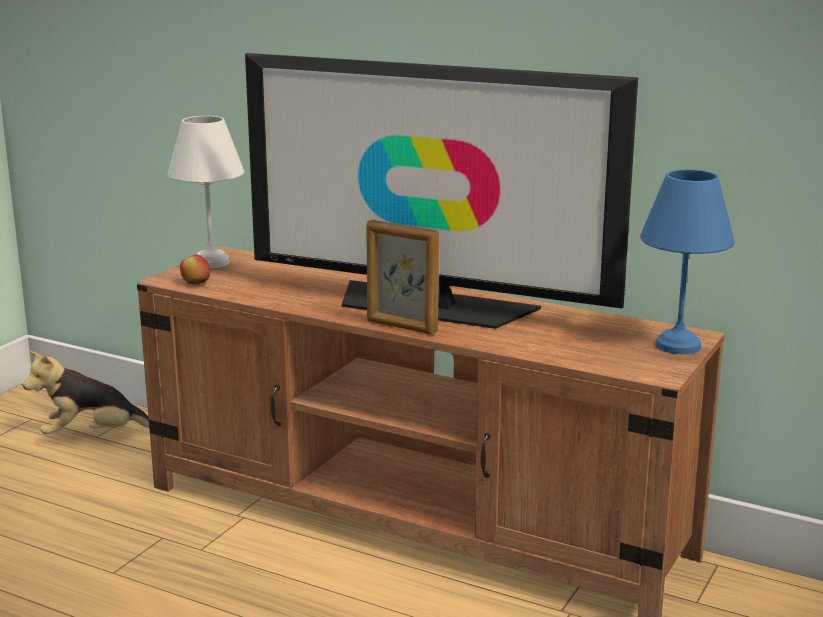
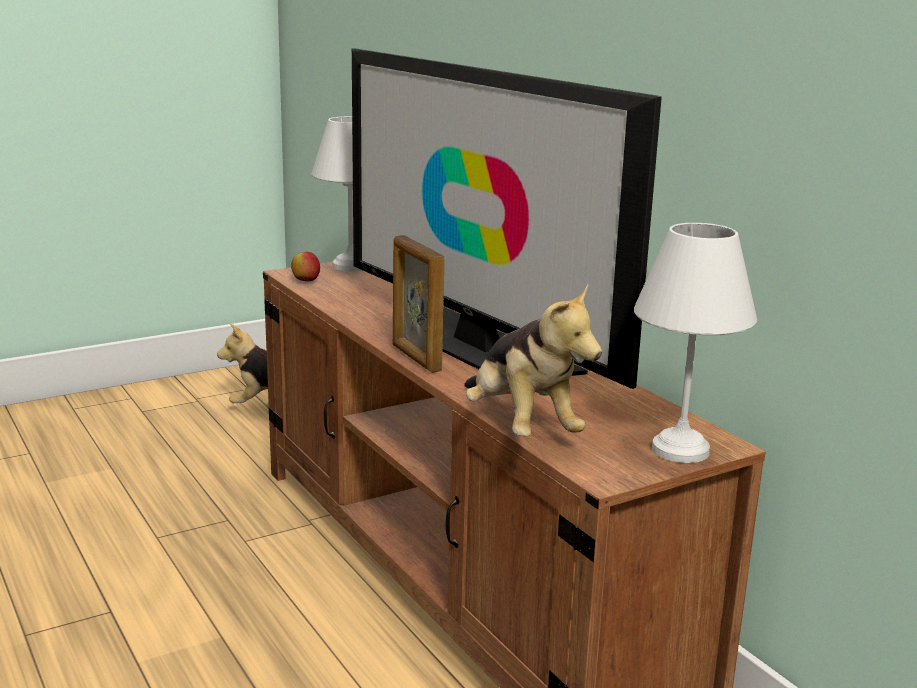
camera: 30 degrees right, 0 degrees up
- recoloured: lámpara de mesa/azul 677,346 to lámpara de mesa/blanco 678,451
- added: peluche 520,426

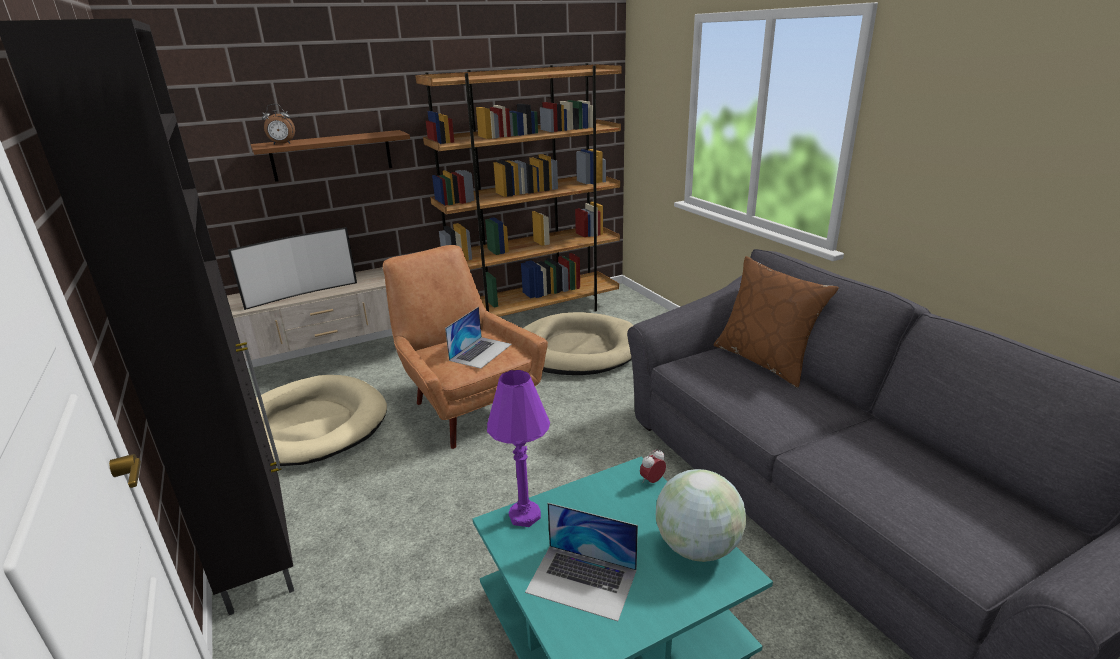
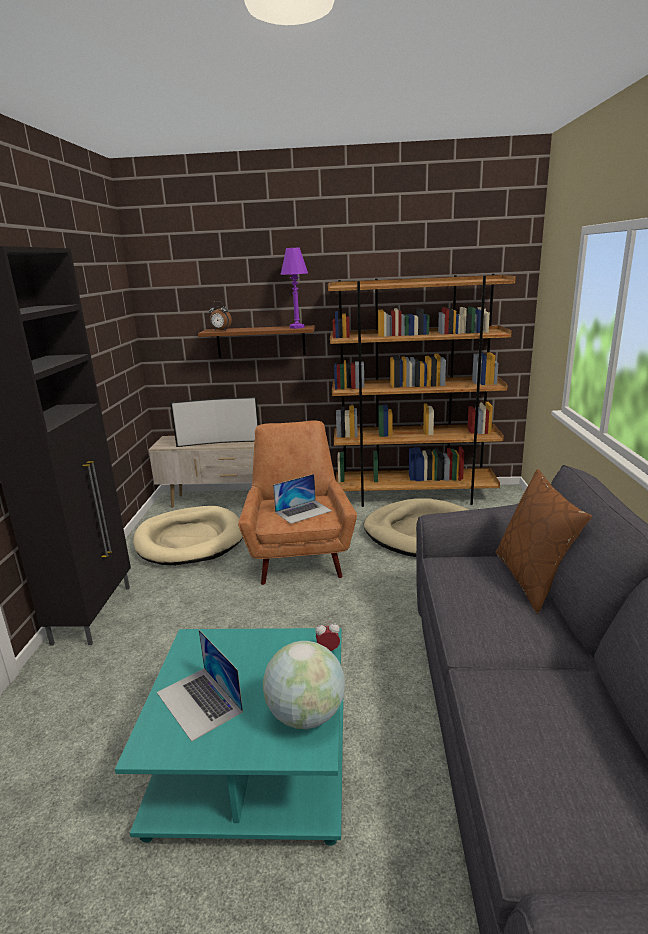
camera: 30 degrees right, 5 degrees down
- moved: lámpara de mesa/morado 524,516 to 297,327

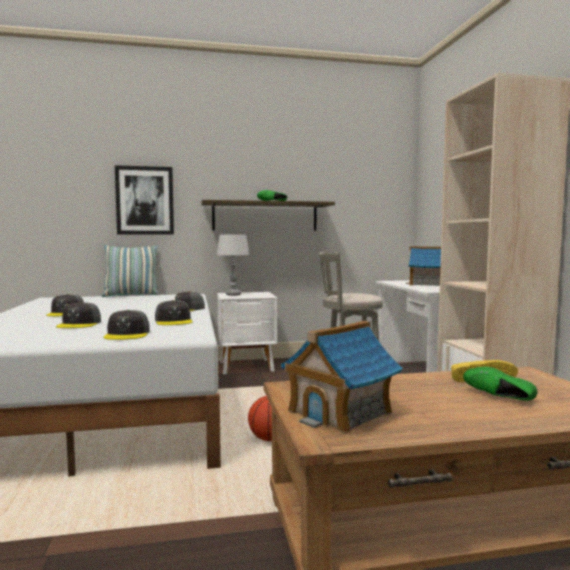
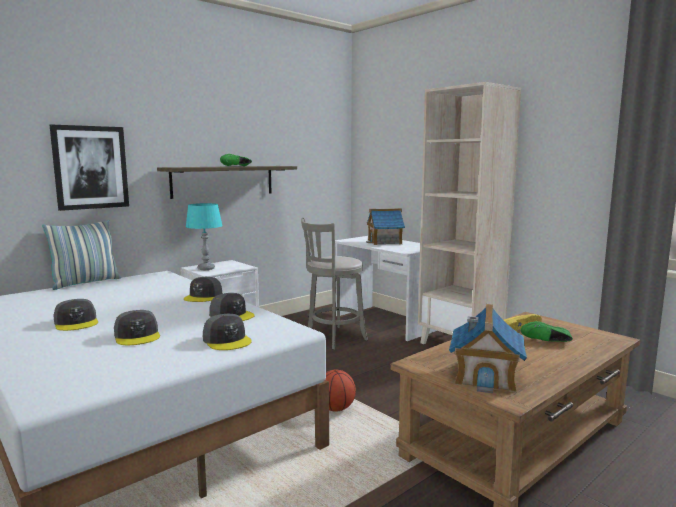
camera: 30 degrees left, 5 degrees up
- recoloured: lámpara de mesa/gris 233,294 to lámpara de mesa/turquesa 206,268

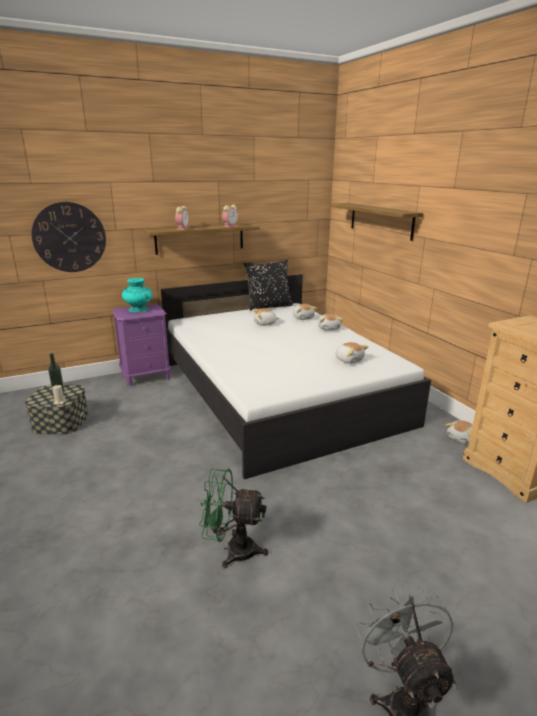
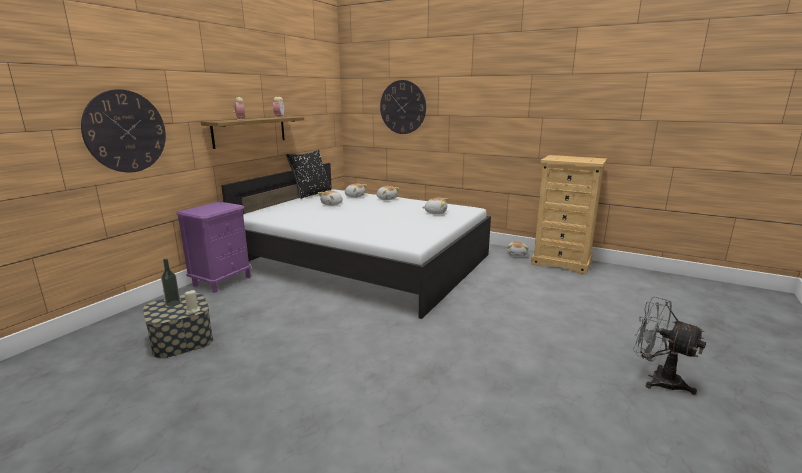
camera: 35 degrees left, 5 degrees down
- removed: florero/turquesa 138,309
- removed: ventilador/verde 232,550
- replaced: estante 381,220 to reloj de pared 403,107

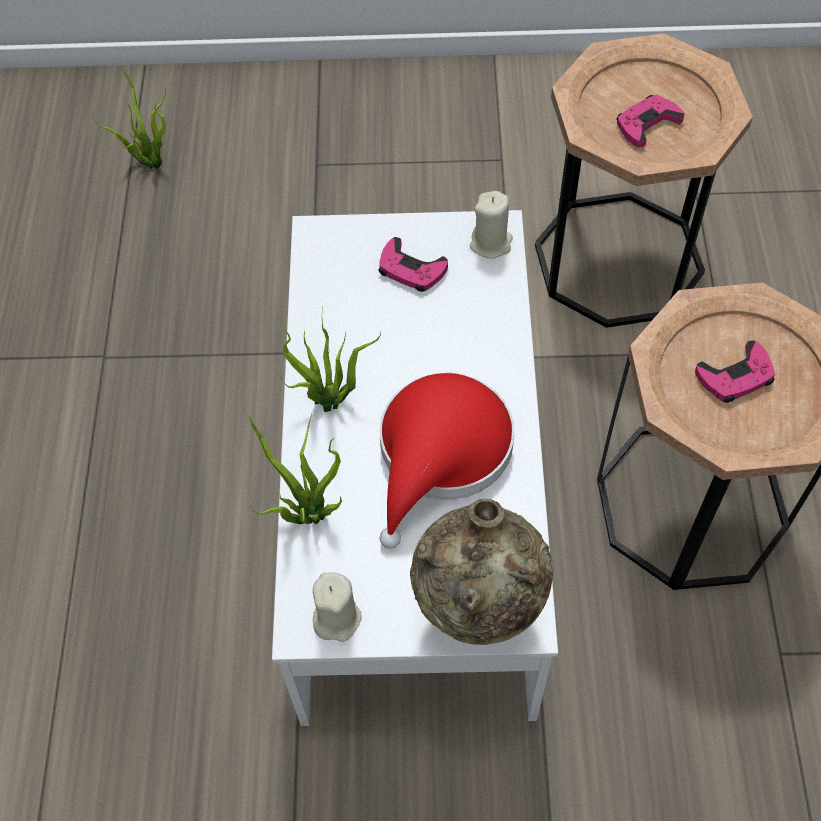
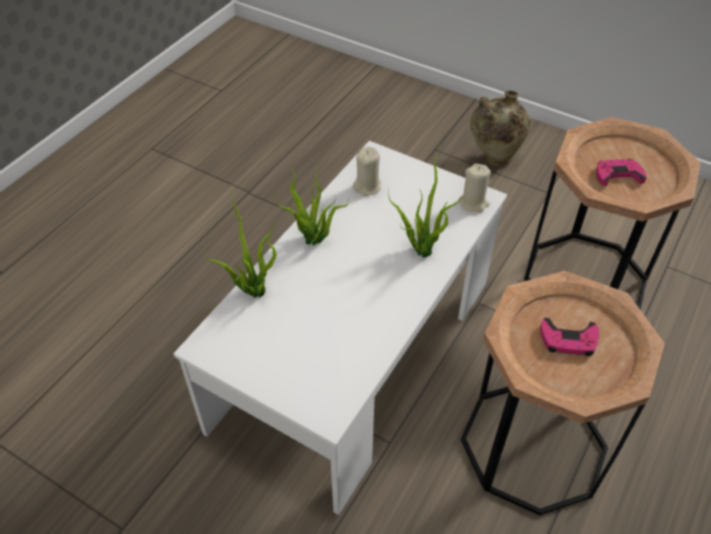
camera: 30 degrees right, 10 degrees down
- moved: planta en maceta 150,161 to 421,249
- moved: vela/beis 336,618 to 367,186
- removed: mando de consola/rosa 411,269
- removed: sombrero/rojo 441,454
- moved: florero/beis 479,613 to 494,159

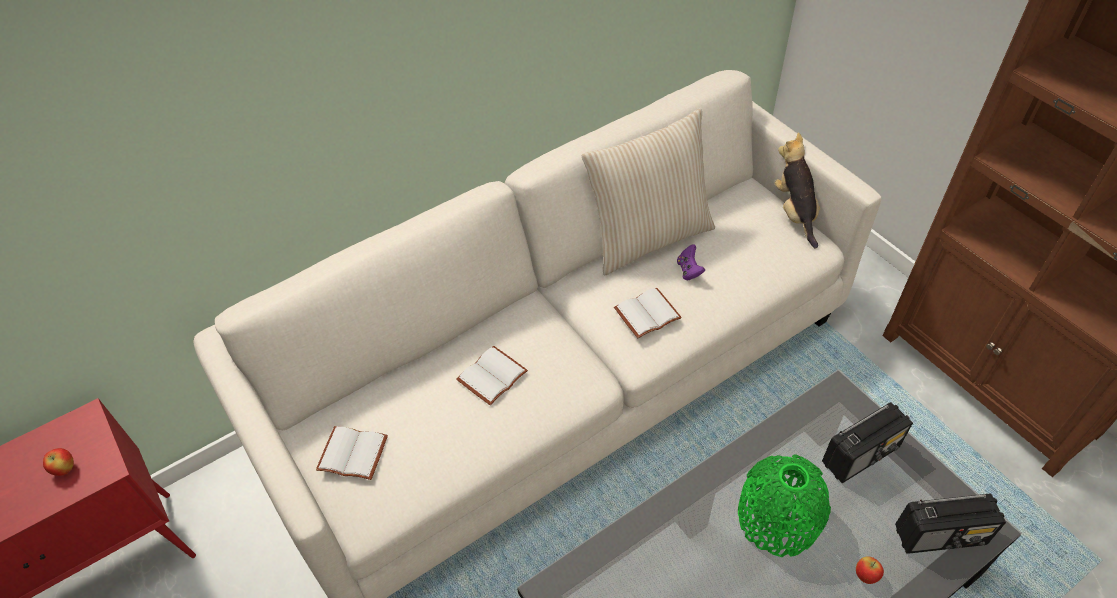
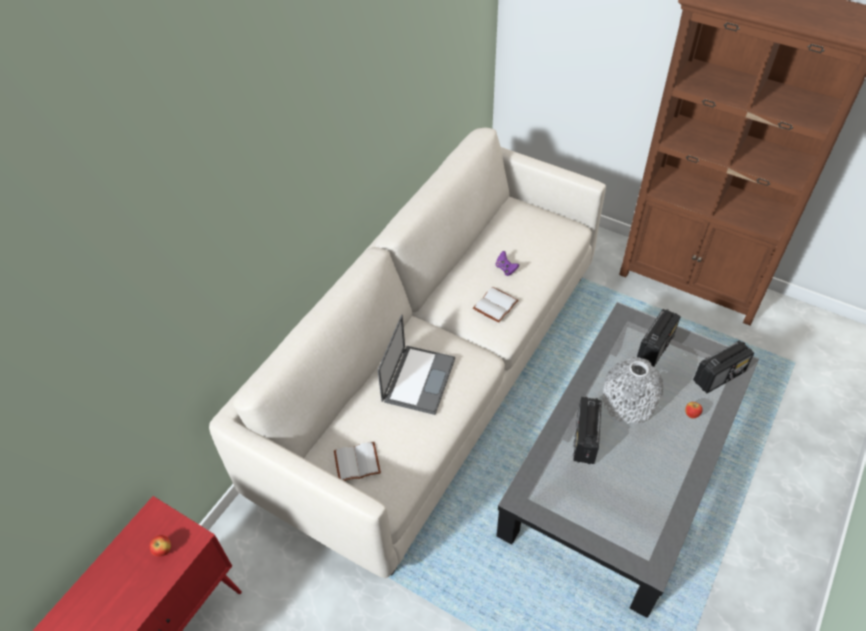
camera: 25 degrees left, 0 degrees up
- replaced: libro/blanco 491,374 to portátil 418,378
- removed: cojín/beis 648,237
- recoloured: florero/verde 778,519 to florero/gris 628,402
- removed: peluche 795,212
- added: radio 585,440

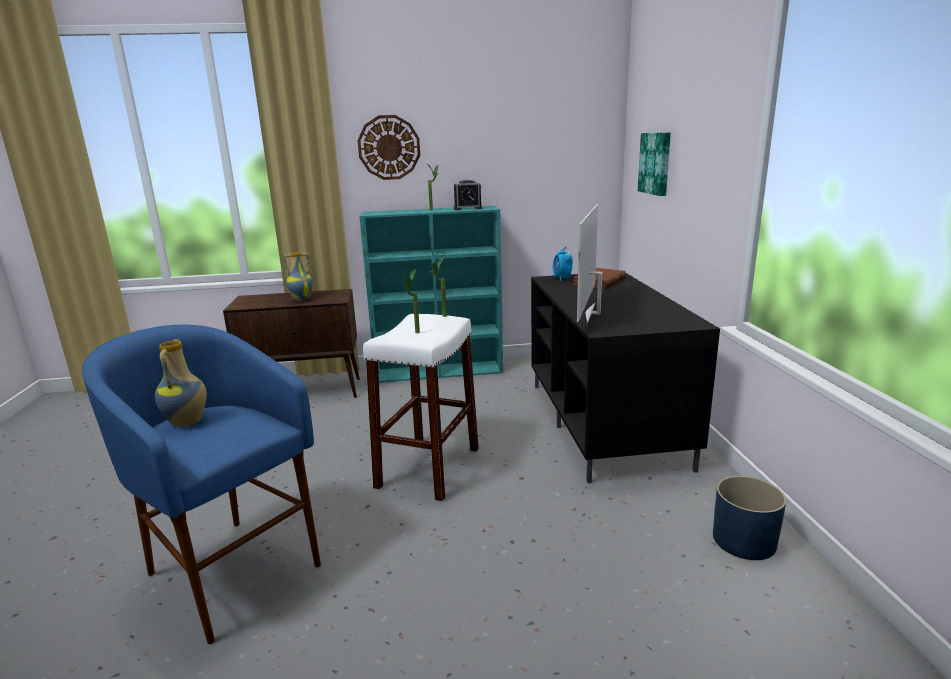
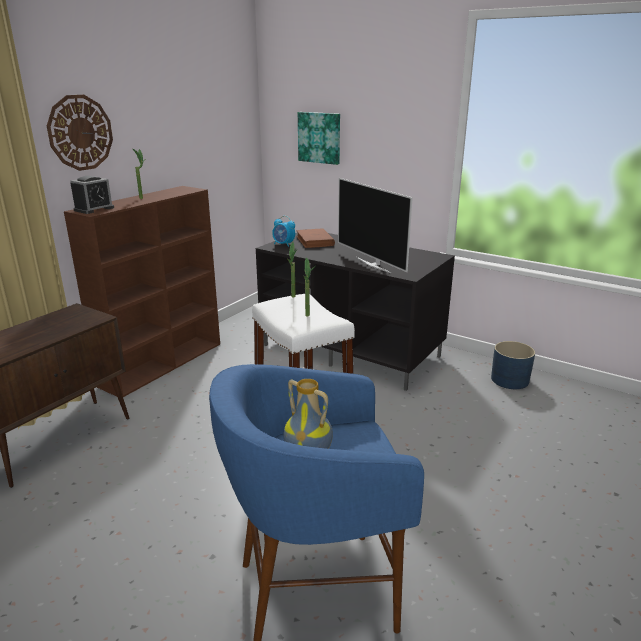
camera: 50 degrees left, 5 degrees up
- removed: florero 301,299
- recoloured: estantería/turquesa 440,371 to estantería/marrón 164,363
- moved: despertador 467,208 to 94,209

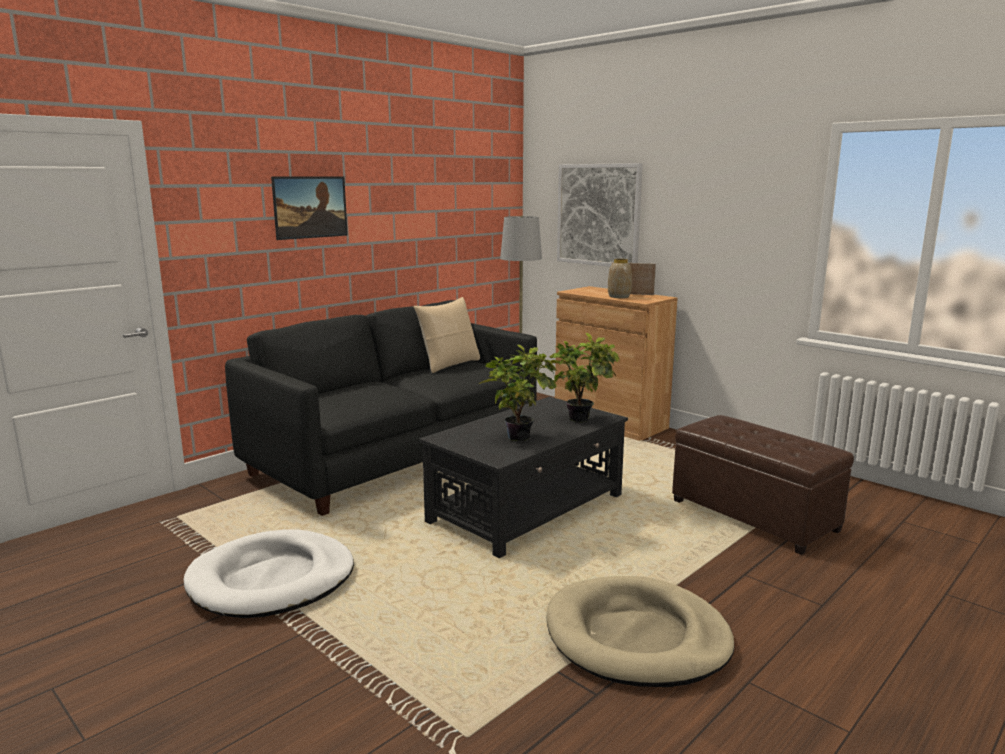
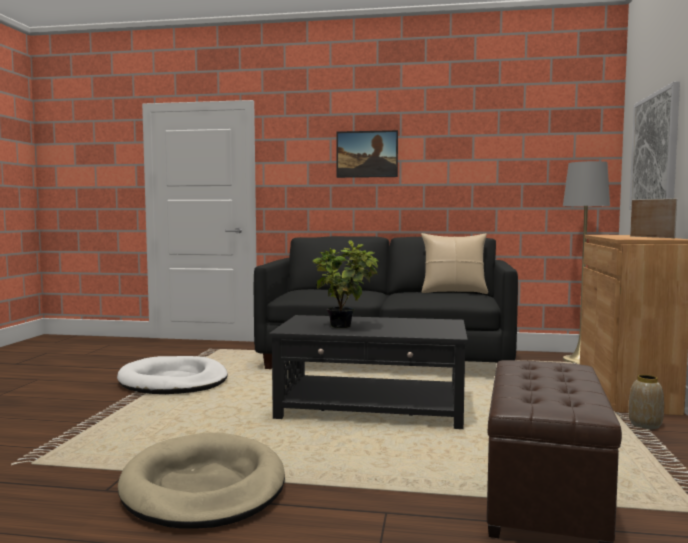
camera: 55 degrees right, 10 degrees down
- removed: planta en maceta 583,418
- moved: florero 618,296 to 644,425

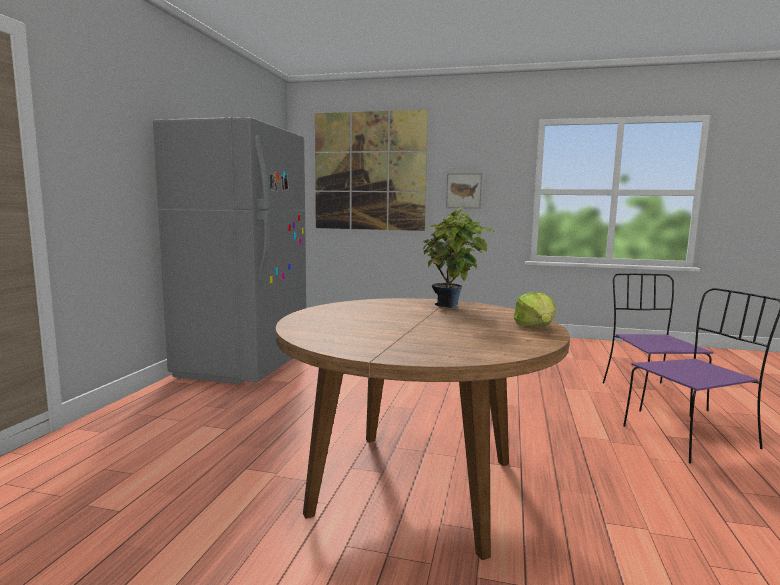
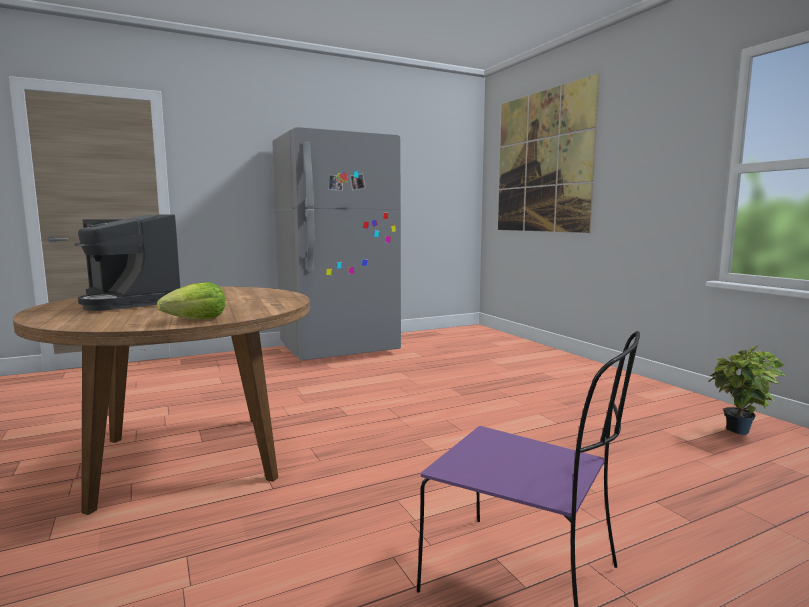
camera: 50 degrees right, 0 degrees up
- moved: planta en maceta 451,307 to 740,433
- removed: cuadro 463,190
- removed: silla/morado 649,395
- added: cafetera 131,302

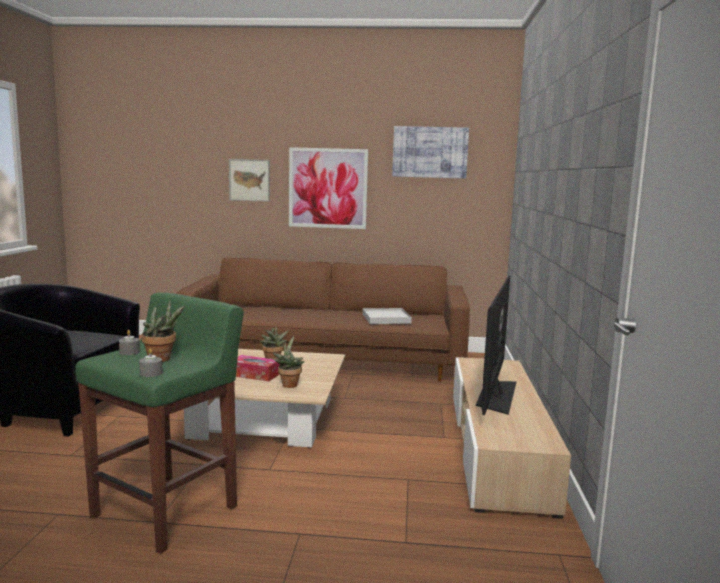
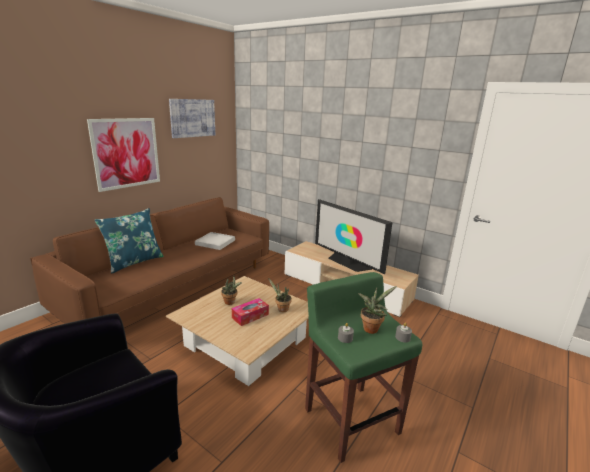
camera: 60 degrees left, 10 degrees up
- removed: cuadro 249,180
- added: cojín/azul 134,262

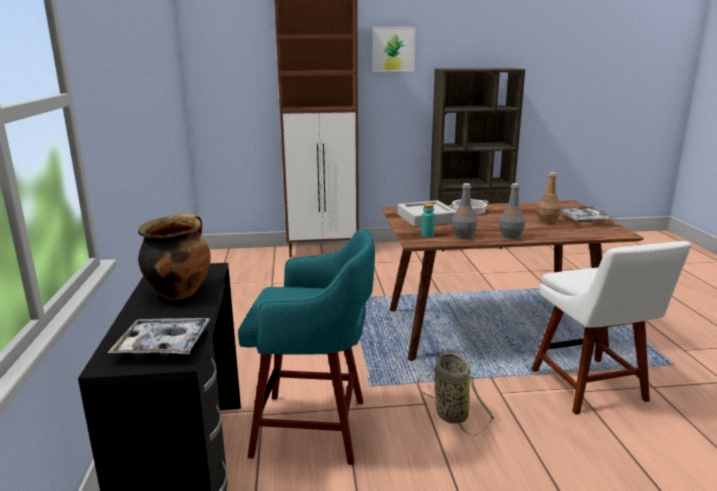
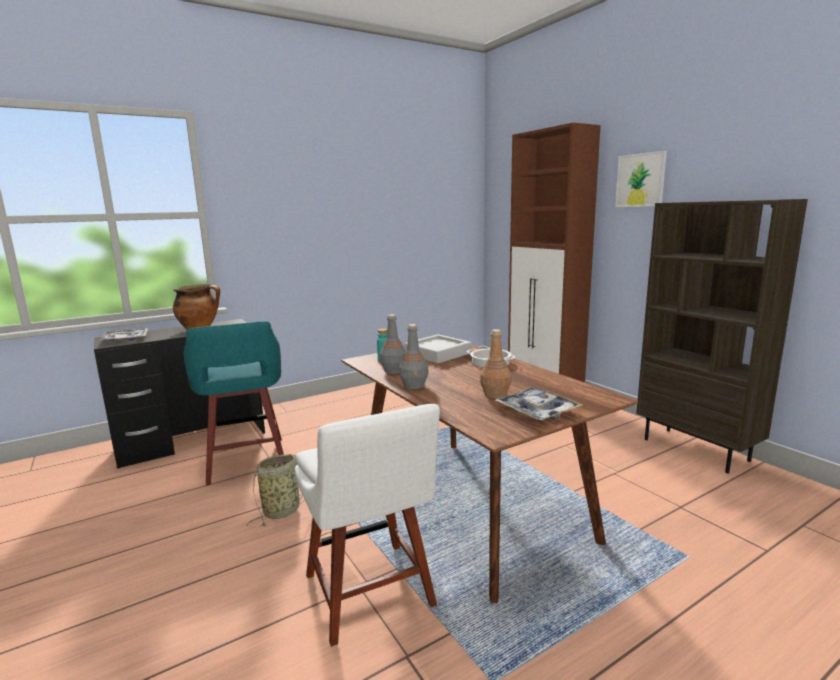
camera: 65 degrees right, 5 degrees down
- turned: silla/blanco 591,388 = 371,595 75 degrees counterclockwise

